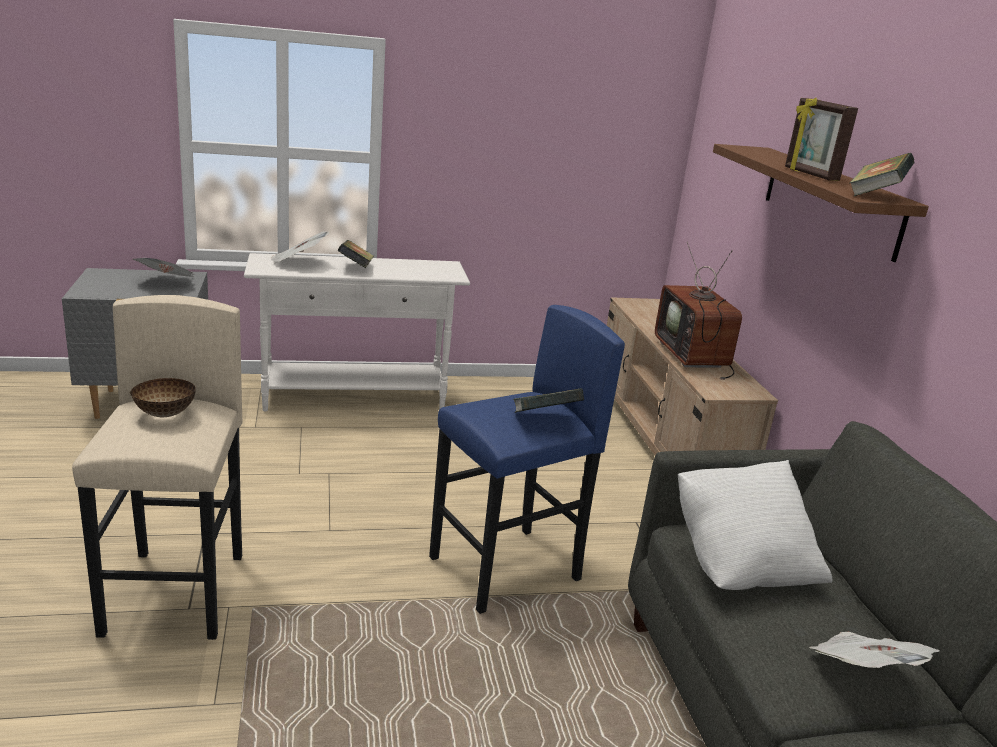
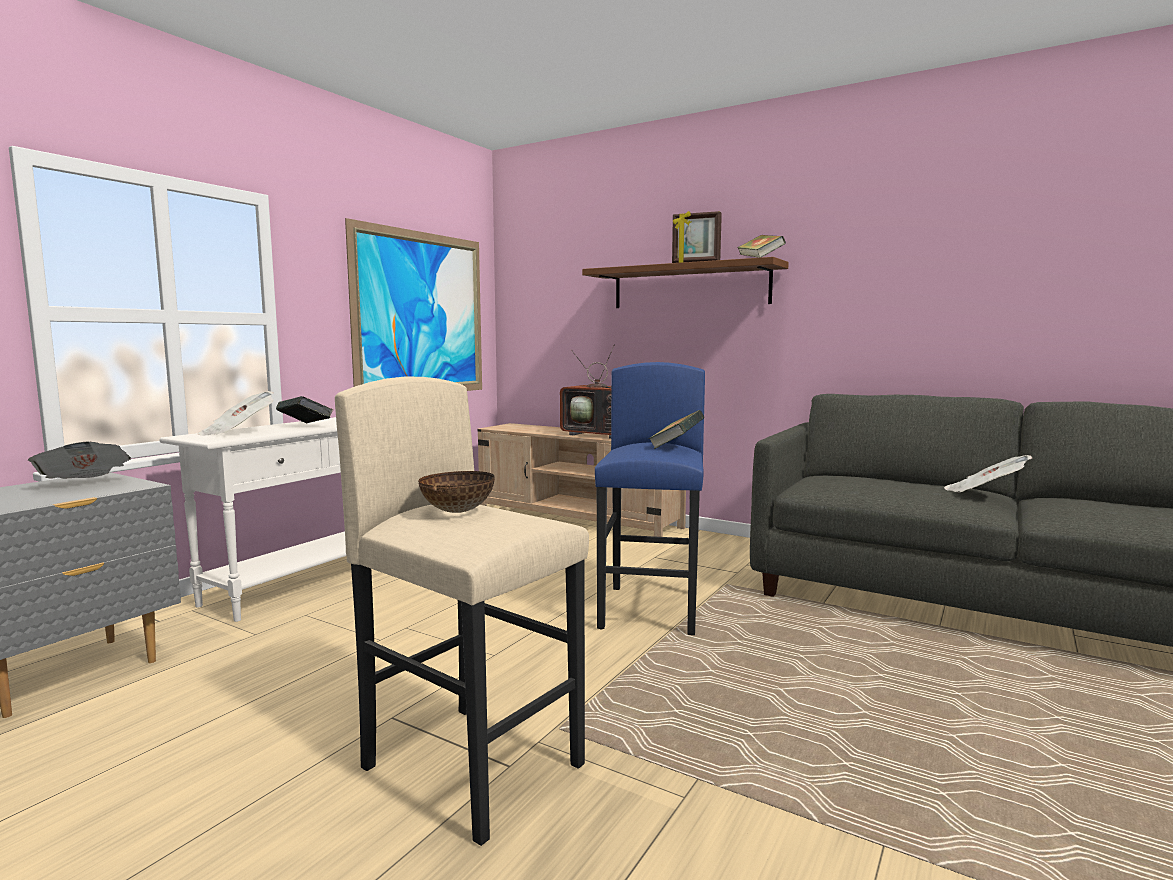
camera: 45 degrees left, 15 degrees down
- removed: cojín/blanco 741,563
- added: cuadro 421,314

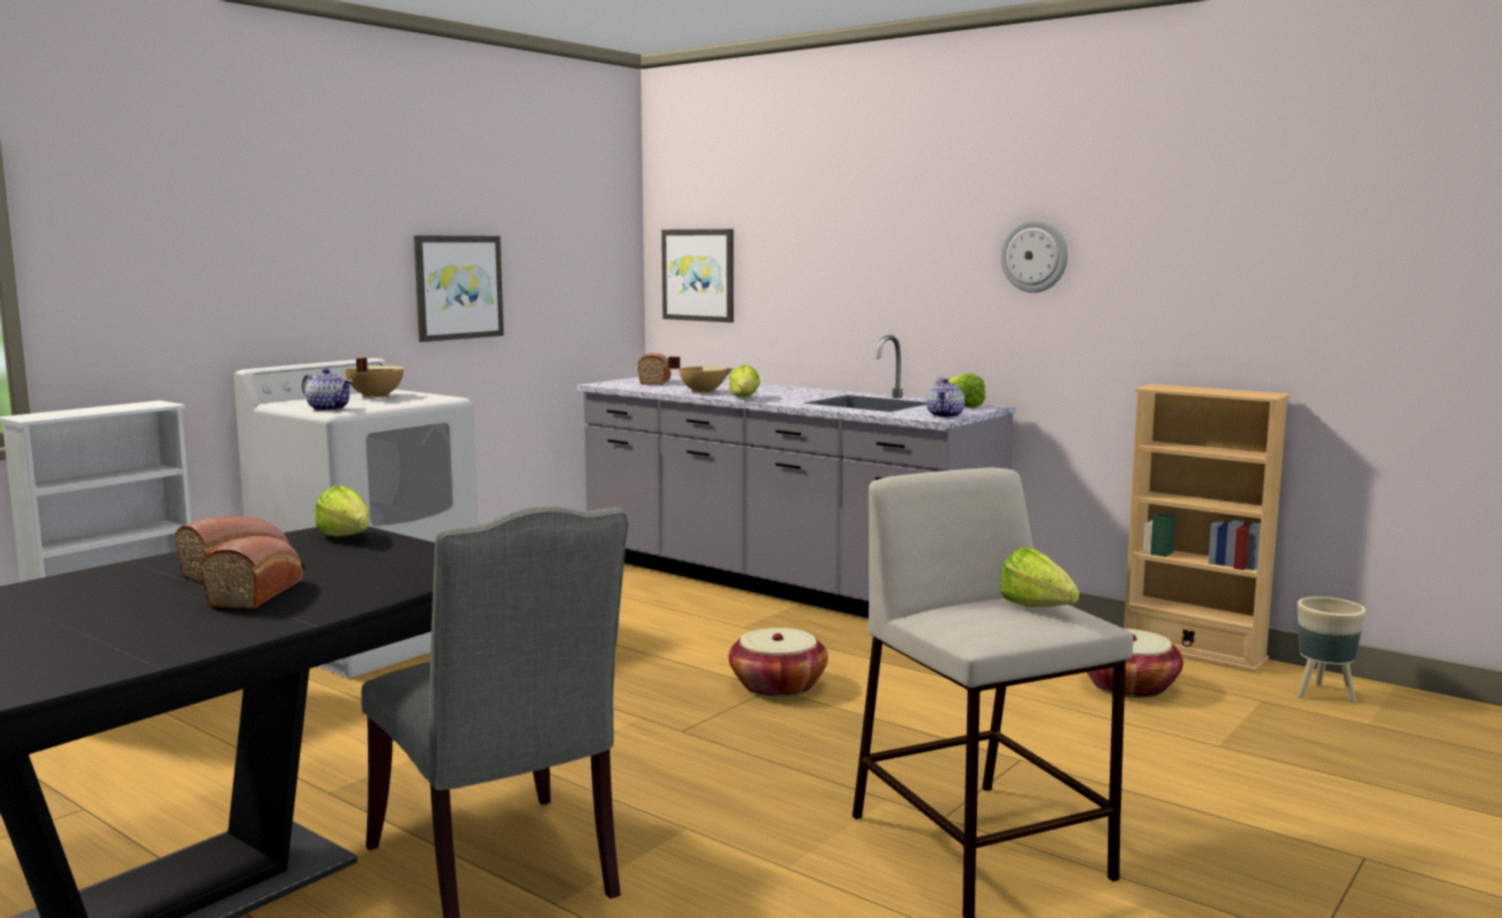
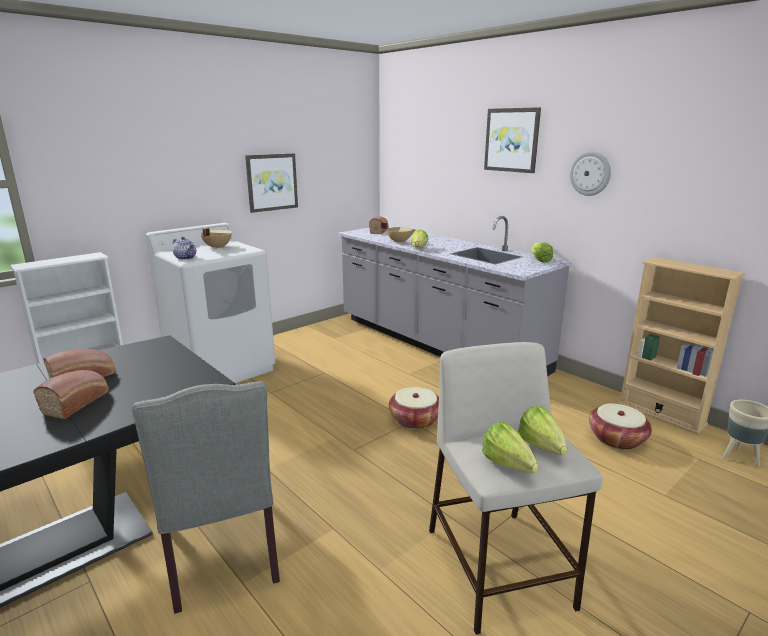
camera: 10 degrees right, 10 degrees up
- moved: lechuga 348,540 to 510,468
- moved: cuadro 699,275 to 512,140
- removed: tetera 945,416

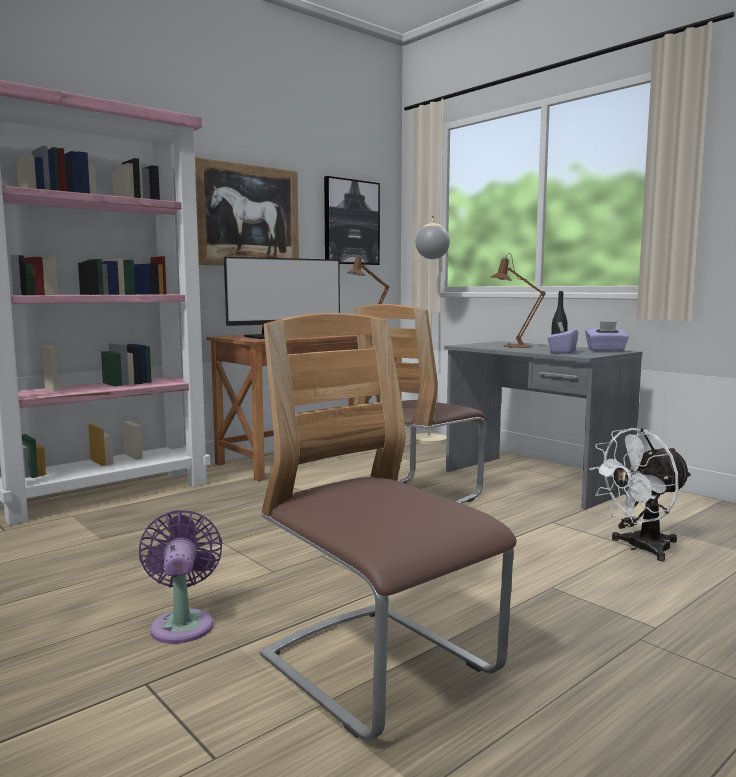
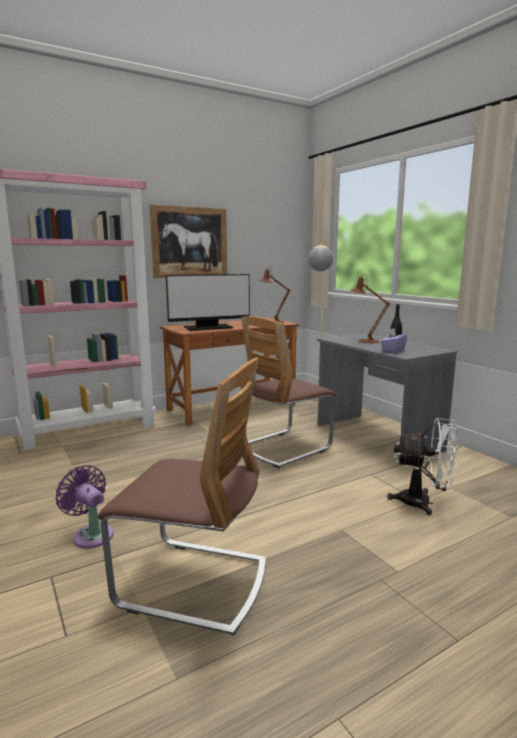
camera: 10 degrees right, 5 degrees up
- turned: ventilador/morado 183,623 = 91,534 45 degrees counterclockwise
- turned: silla 379,669 = 193,583 135 degrees clockwise
- removed: cuadro 351,222
- removed: caja de pañuelos/morado 606,350
- turned: ventilador/blanco 640,548 = 423,503 150 degrees counterclockwise

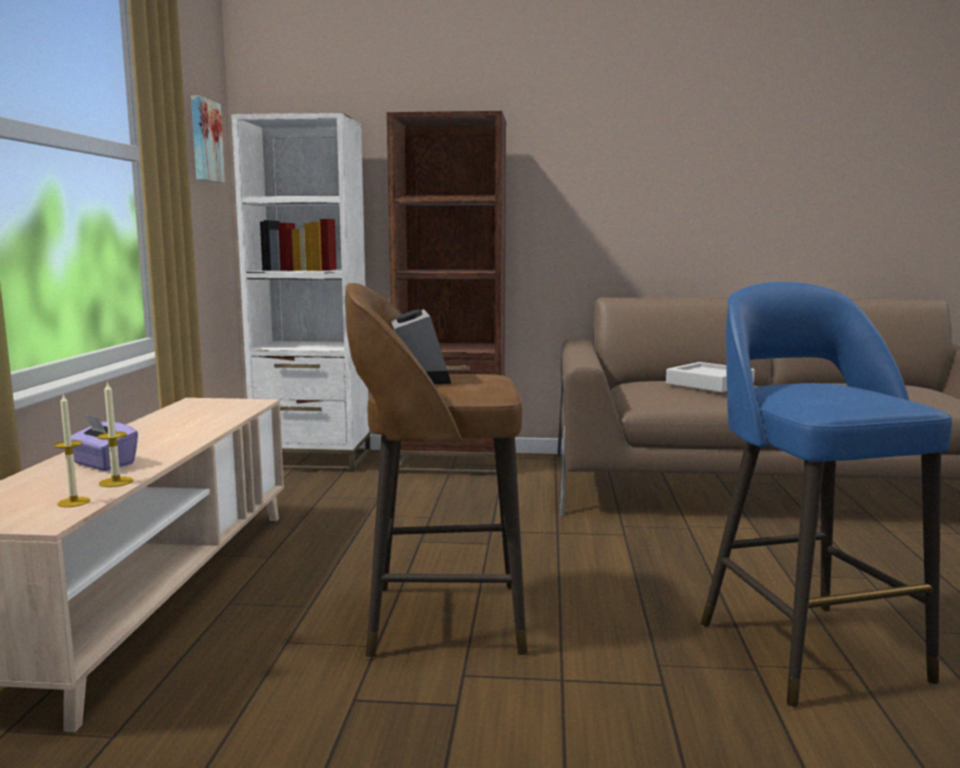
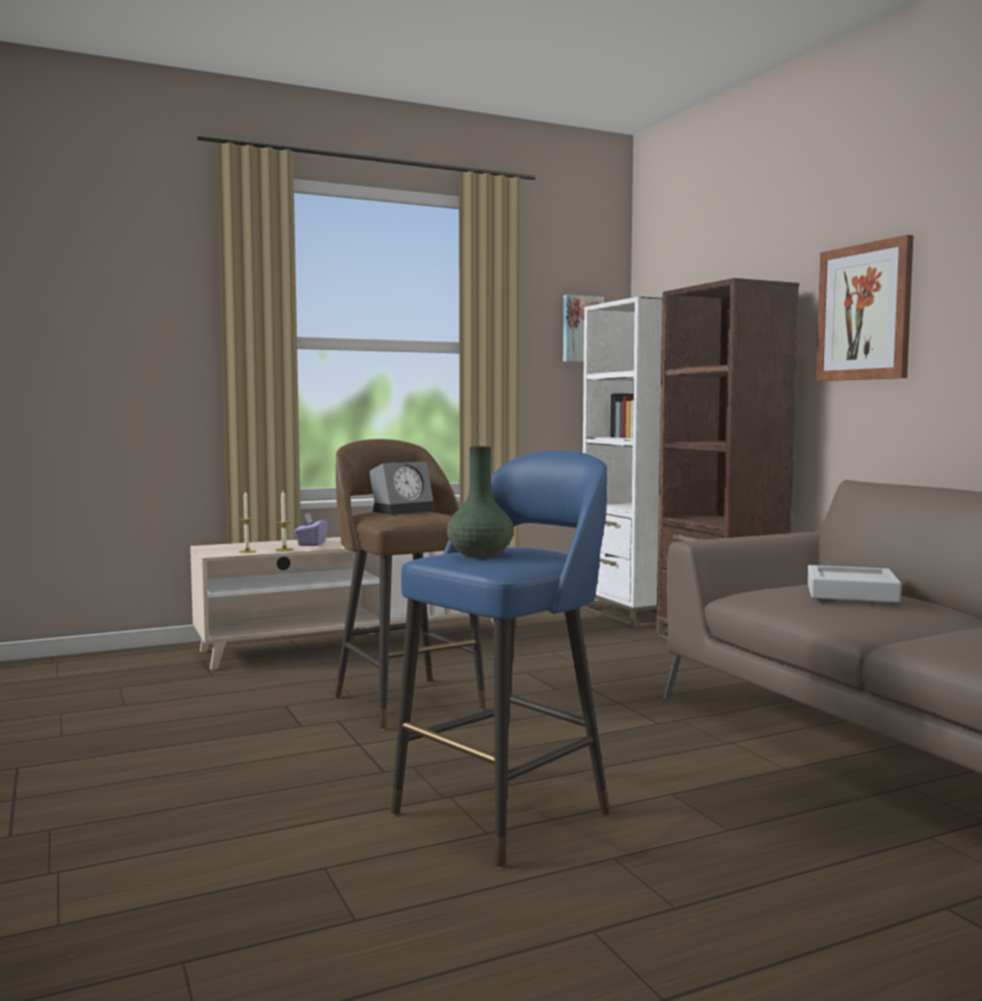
camera: 60 degrees right, 5 degrees down
- added: florero/verde 479,554
- added: cuadro 864,312

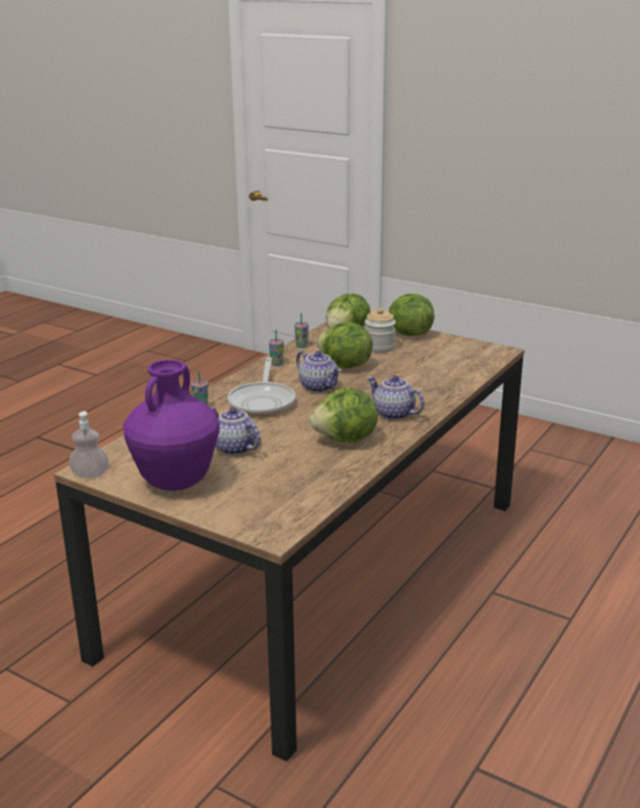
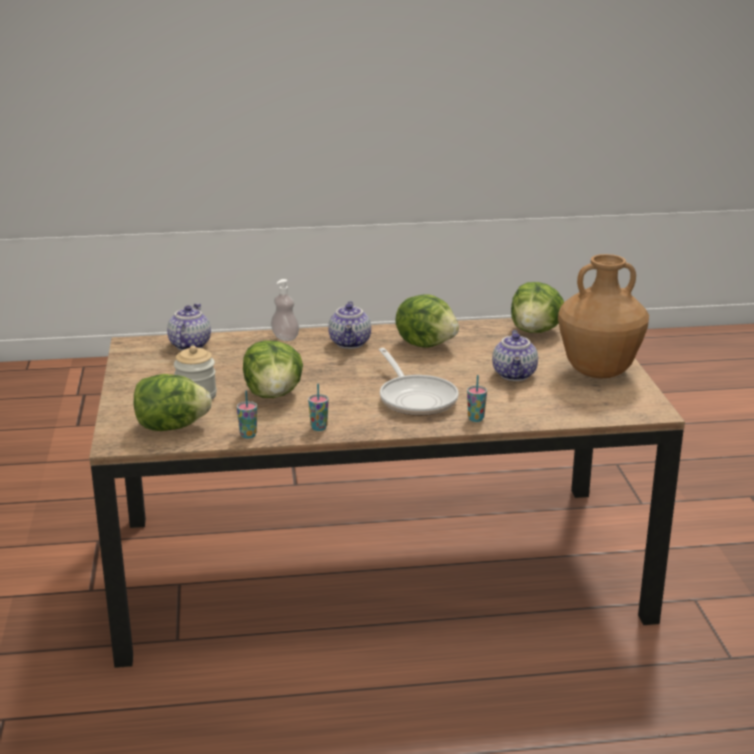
camera: 130 degrees left, 0 degrees up
- moved: dispensador de jabón 90,474 to 285,337
- recoloured: florero/morado 175,483 to florero/marrón 599,372
- turned: sartén 263,401 = 416,398 105 degrees clockwise
- moved: tetera 319,387 to 189,345
- moved: lechuga 409,334 to 535,331

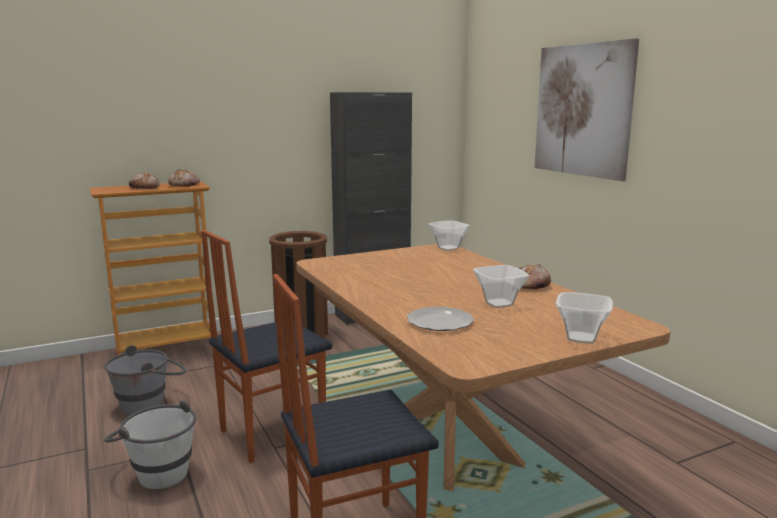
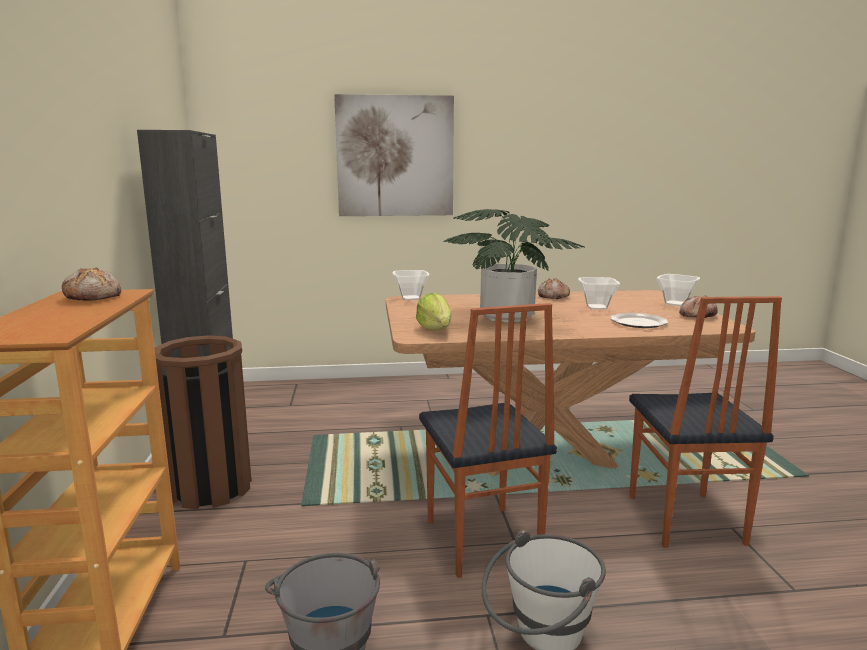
camera: 70 degrees left, 0 degrees up
- moved: pan 145,188 to 697,315
- added: lechuga 435,330
- added: planta en maceta 507,317

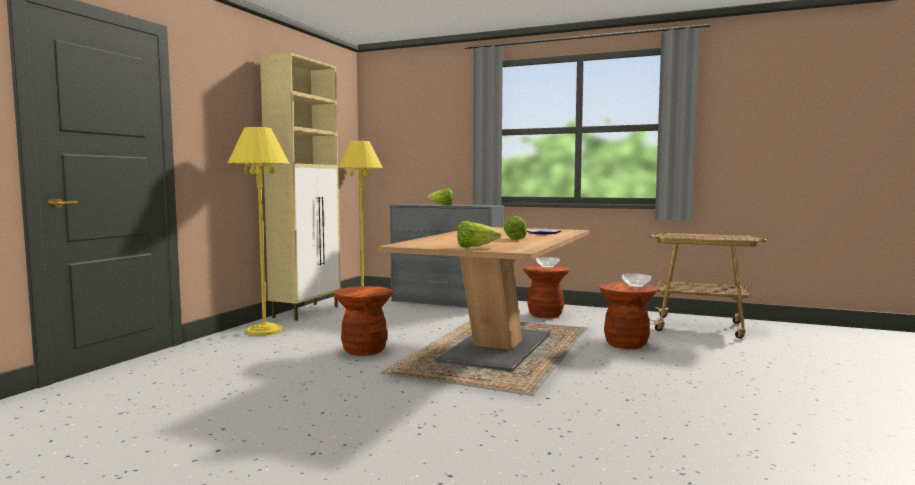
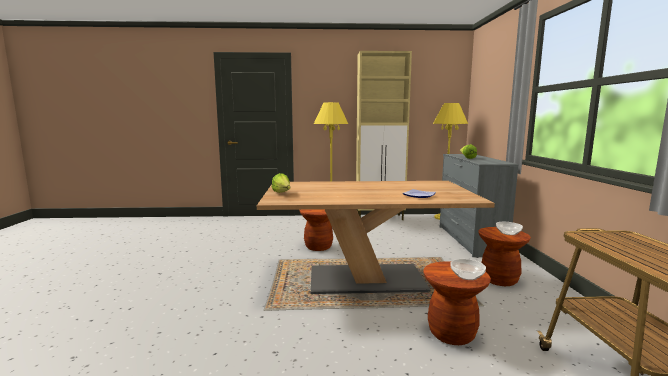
camera: 65 degrees right, 5 degrees up
- removed: lechuga 514,239

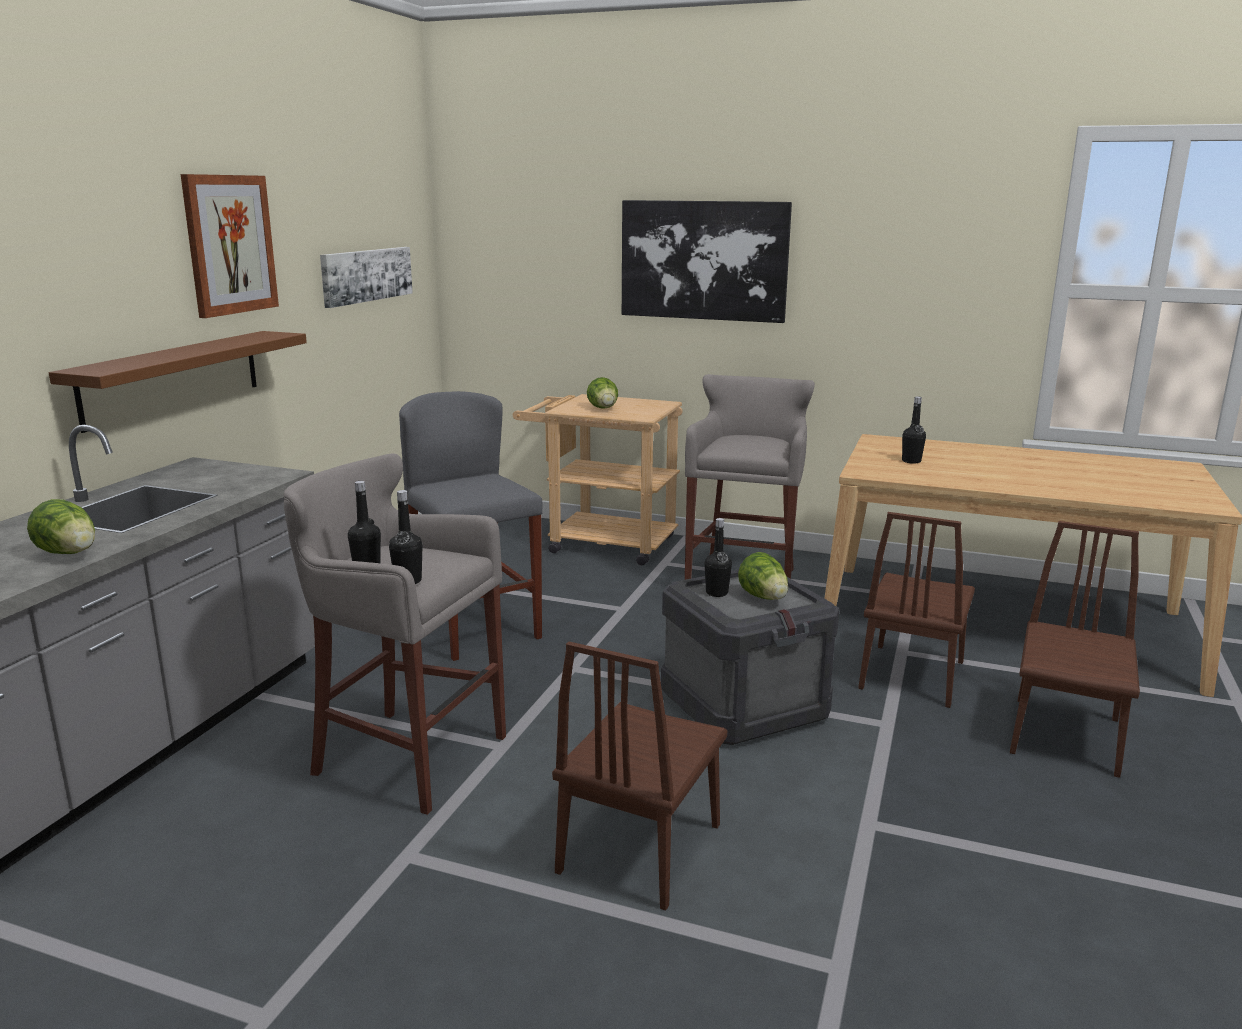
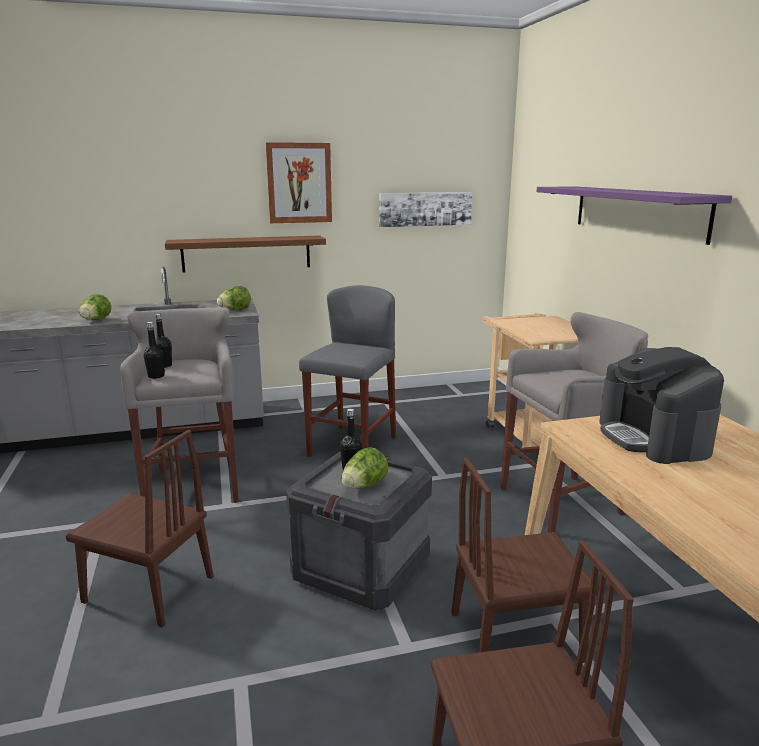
camera: 55 degrees right, 0 degrees up
- turned: silla/marrón 640,847 = 148,589 150 degrees counterclockwise
- moved: lechuga 604,409 to 235,310
- replaced: cuadro 703,260 to estante/morado 637,211
- replaced: botella/negro 911,461 to cafetera 653,438

